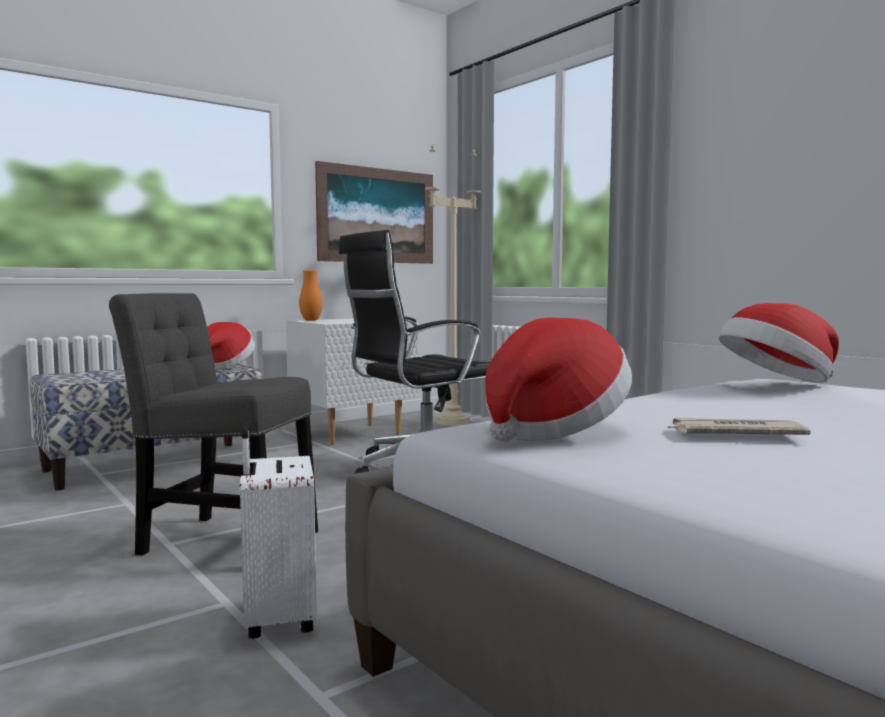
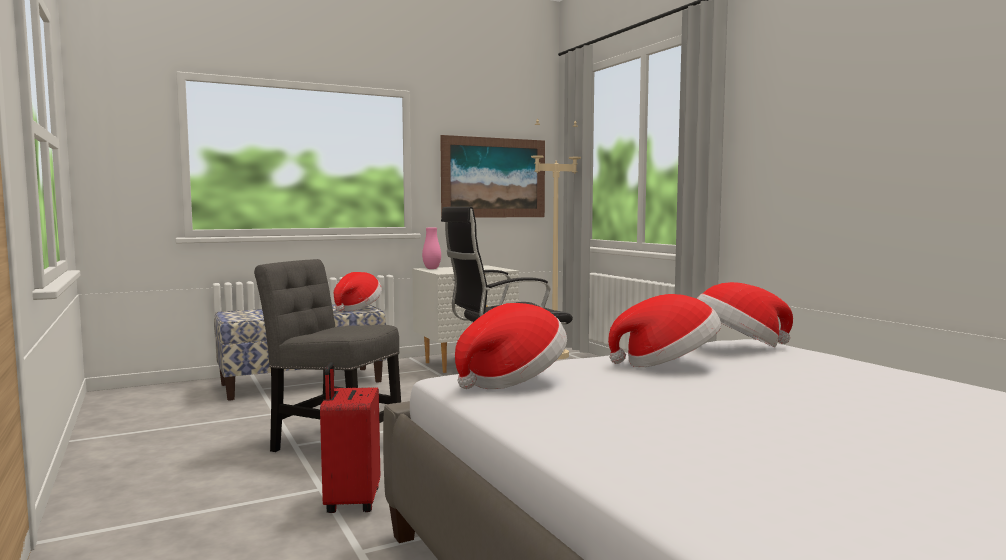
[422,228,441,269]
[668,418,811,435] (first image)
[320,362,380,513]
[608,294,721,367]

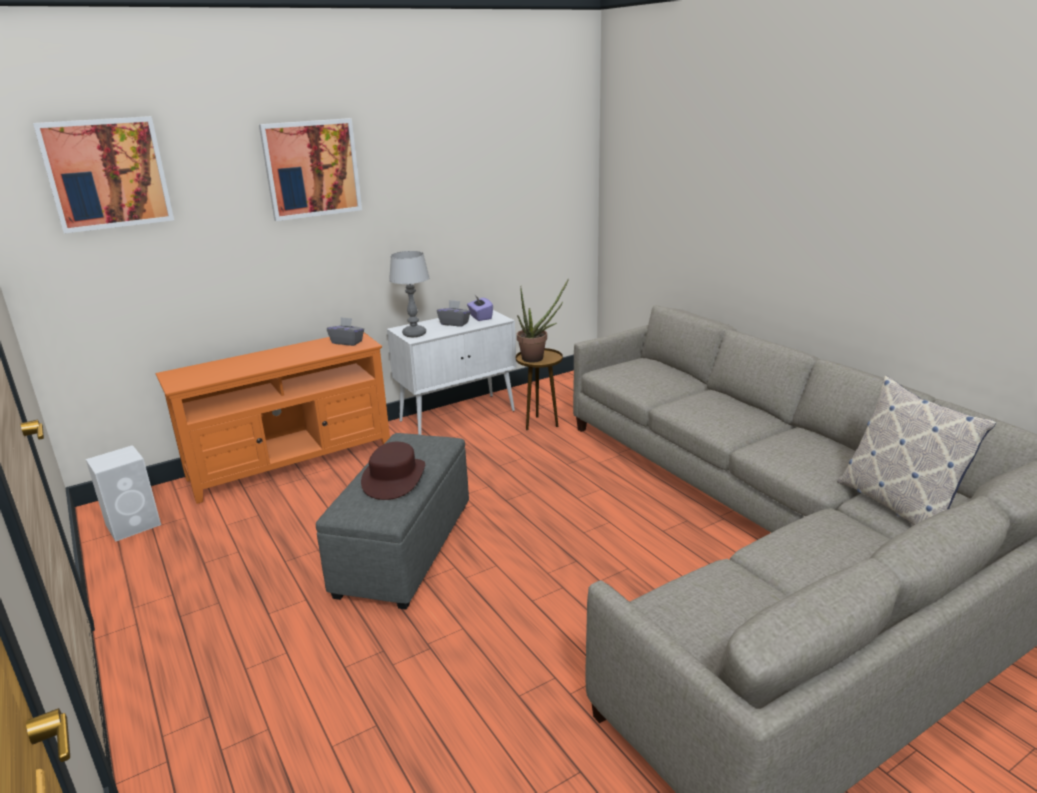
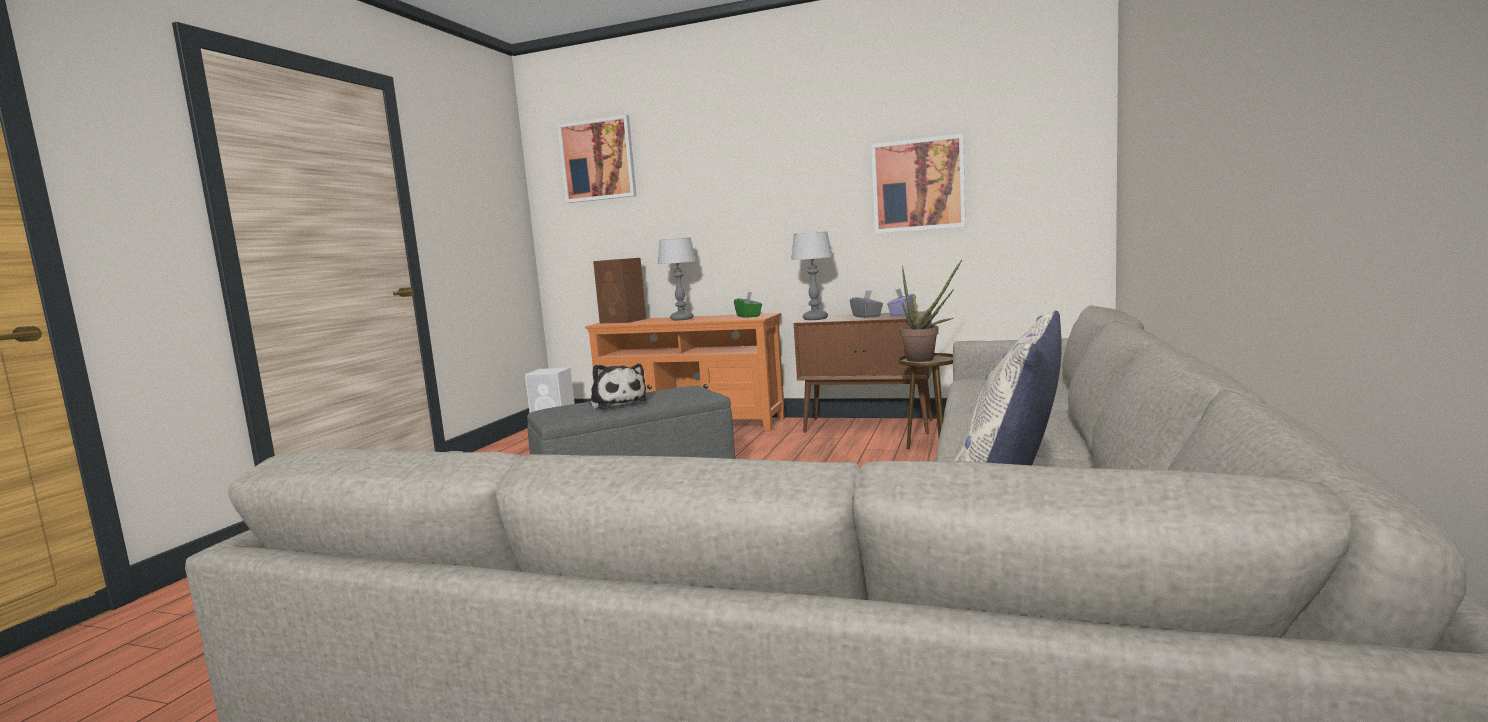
[871,134,966,233]
[794,311,933,434]
[734,292,762,318]
[589,364,647,409]
[658,238,696,320]
[593,258,646,323]

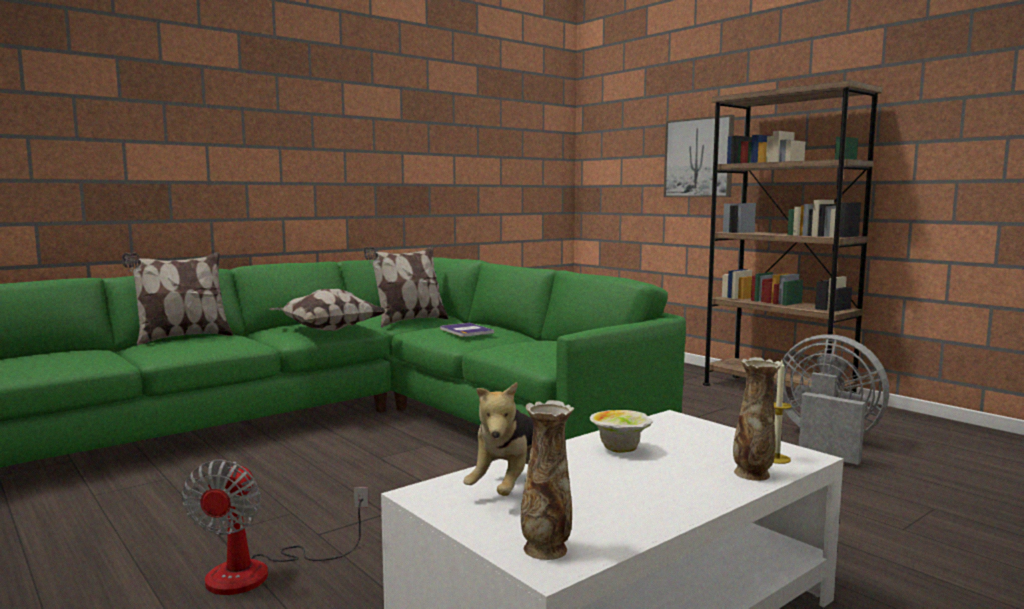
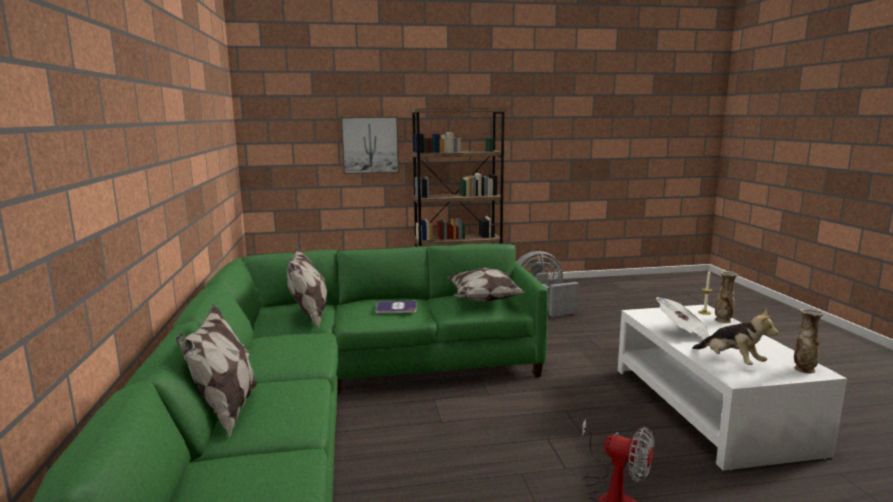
[447,267,526,302]
[656,297,710,338]

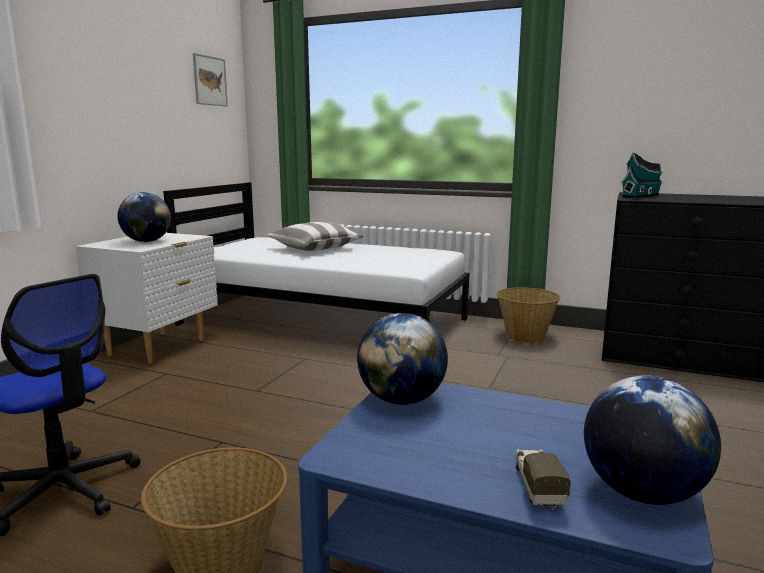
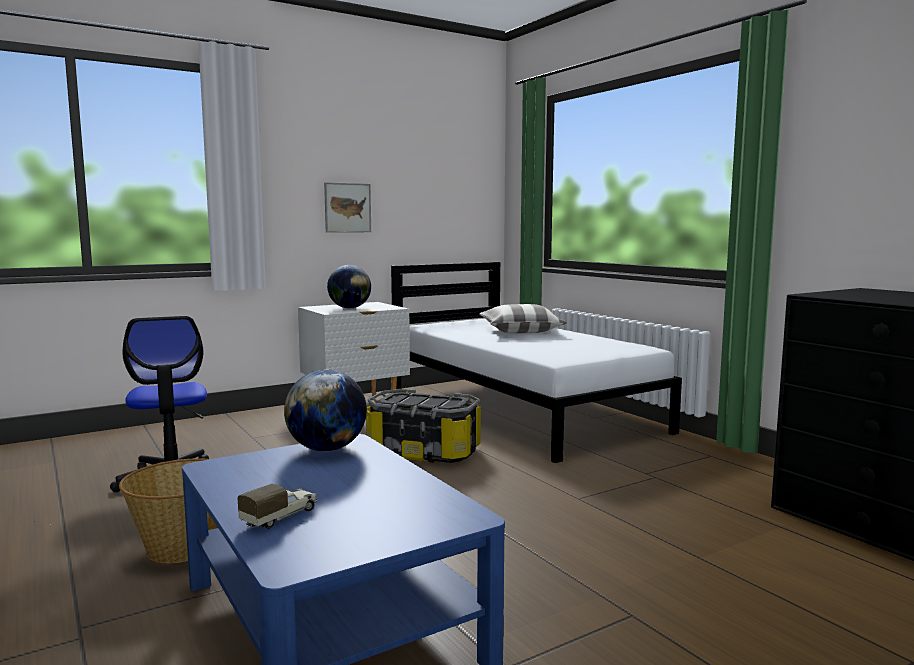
[324,182,371,233]
[621,152,663,198] (first image)
[496,287,561,344] (first image)
[584,375,721,505] (first image)
[366,389,481,463]

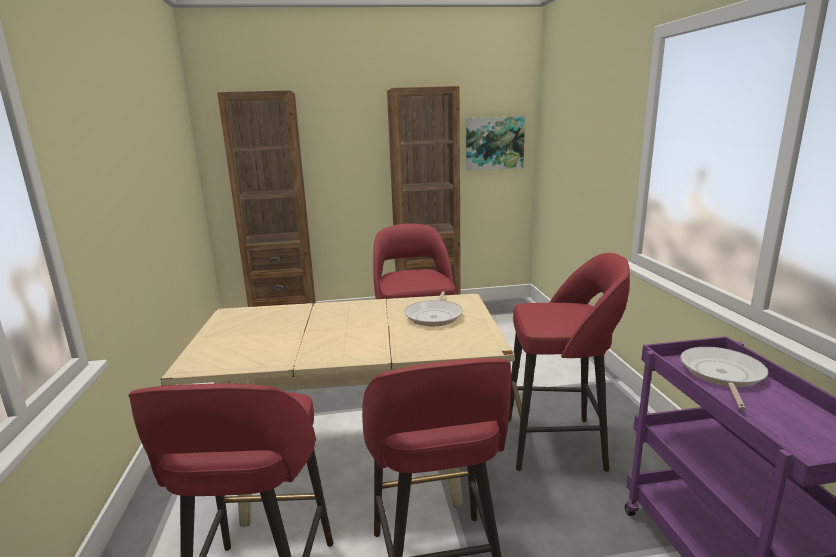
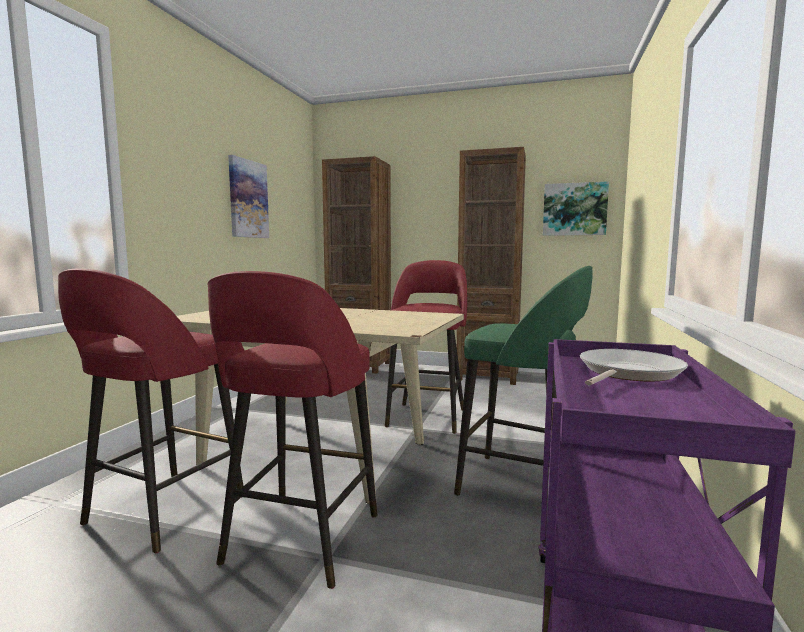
[454,266,593,496]
[404,291,463,326] (first image)
[228,155,269,238]

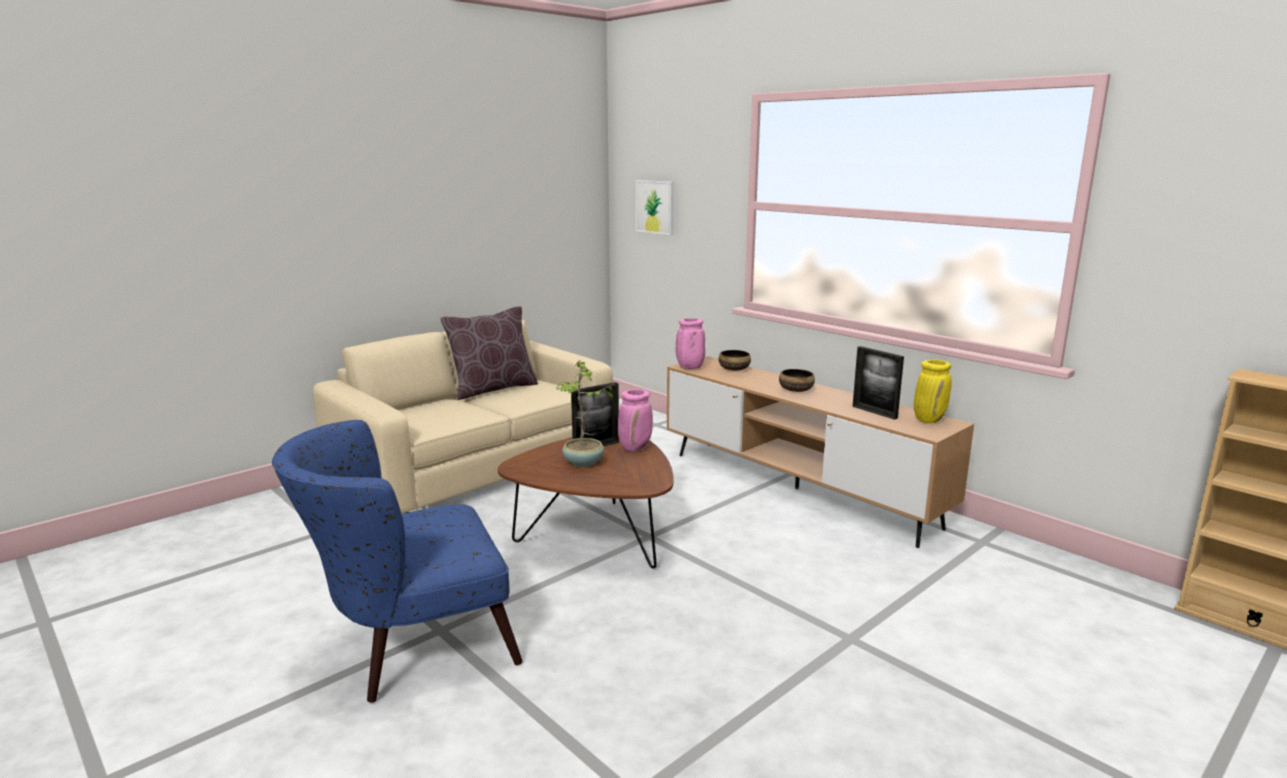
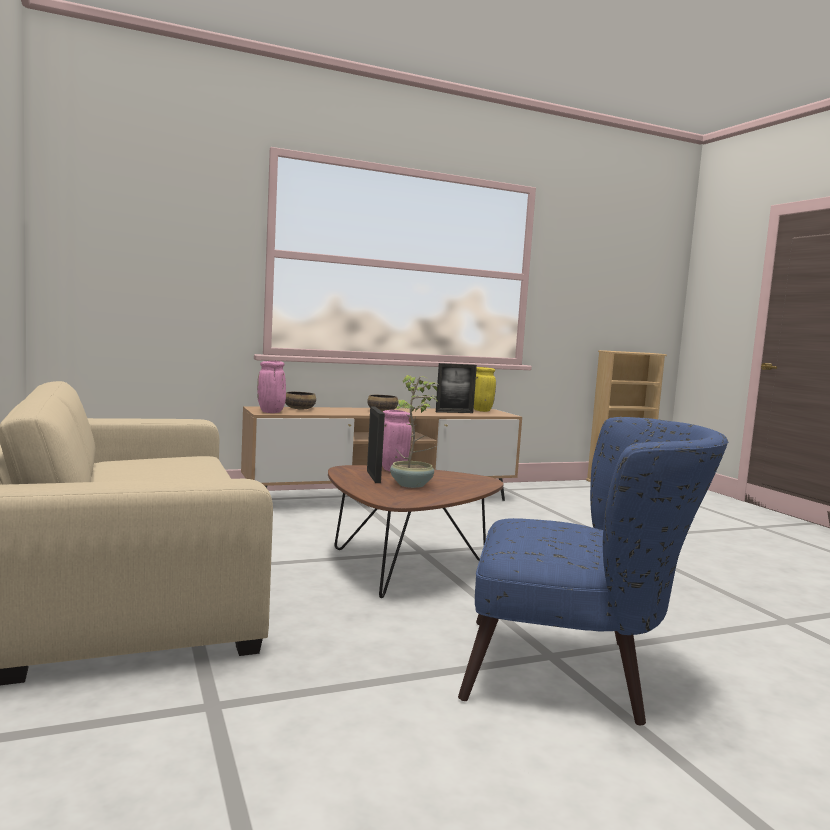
[636,180,674,235] (first image)
[440,306,538,400] (first image)
[458,417,728,725]

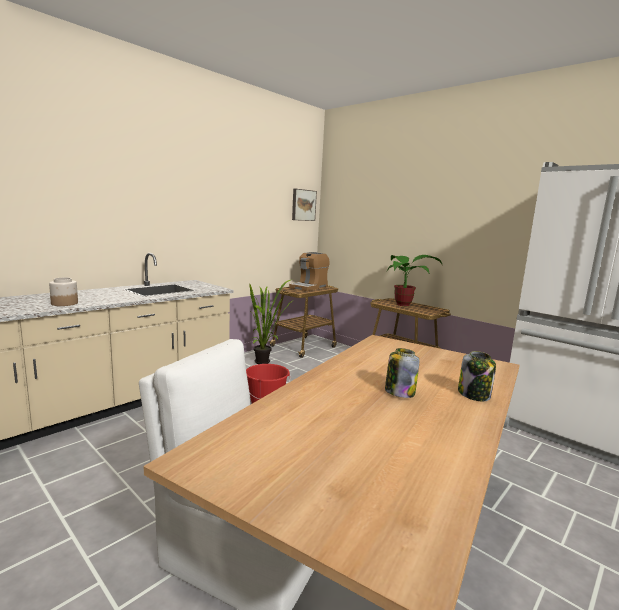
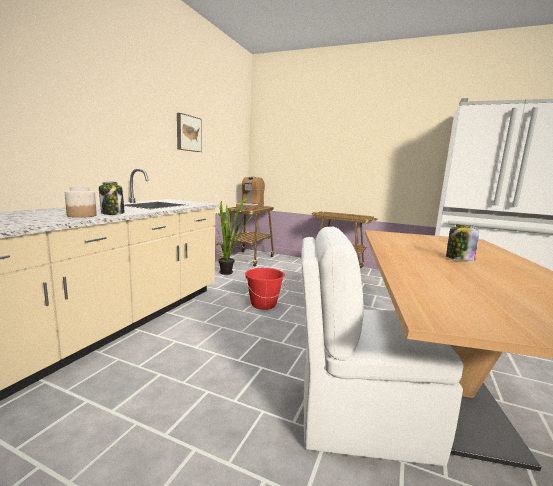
[177,113,202,152]
[387,255,442,306] (first image)
[99,182,124,215]

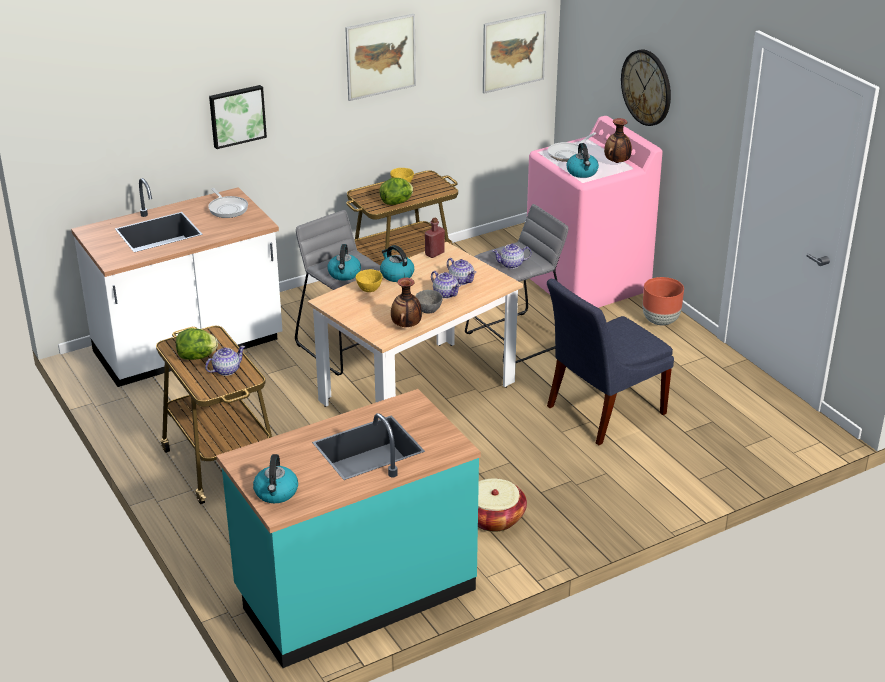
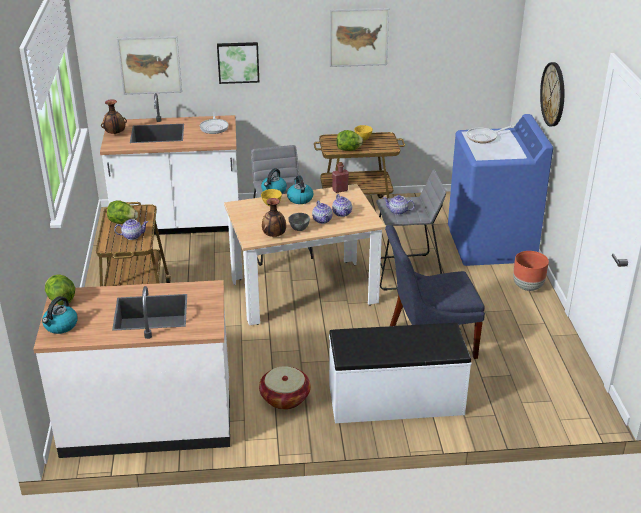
[117,36,182,95]
[448,114,553,266]
[101,99,127,134]
[566,143,599,178] (first image)
[33,280,230,458]
[45,274,75,305]
[329,323,471,423]

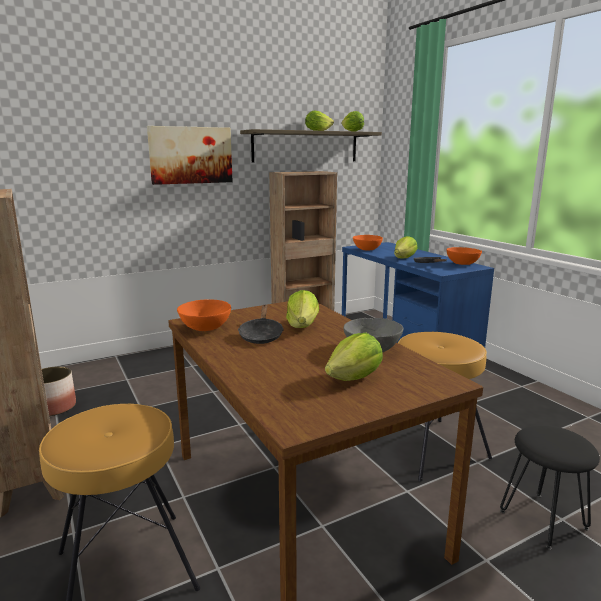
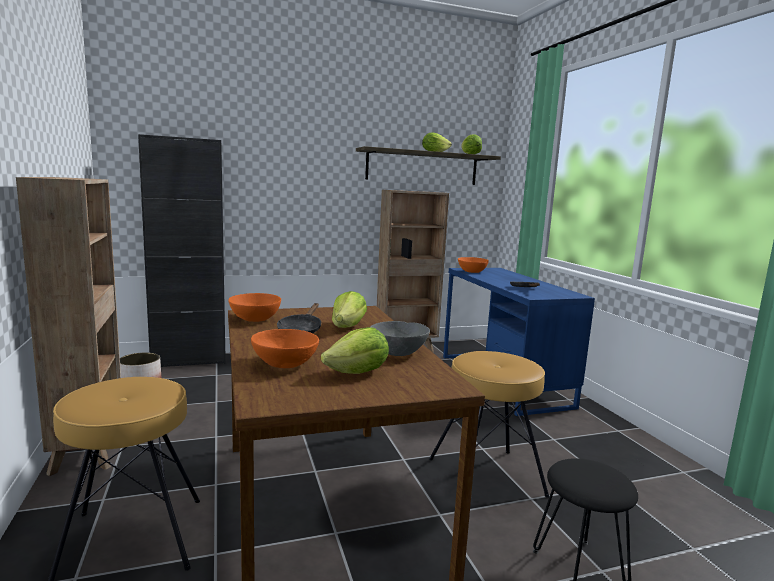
[147,126,233,185] (first image)
[394,236,418,259] (first image)
[251,329,319,368]
[138,134,226,367]

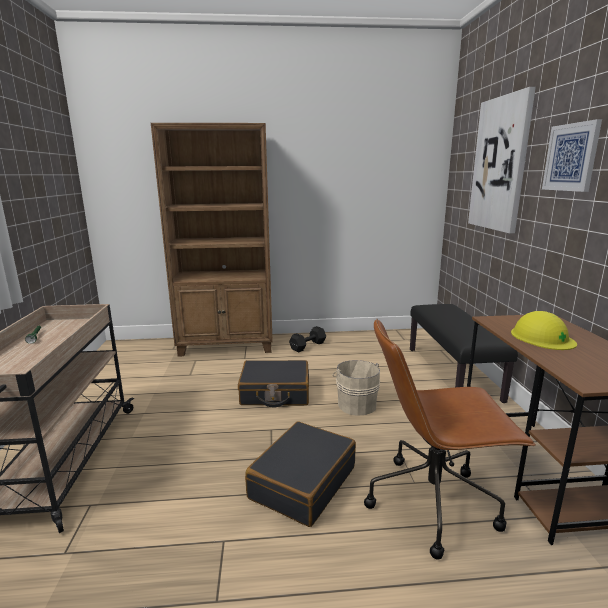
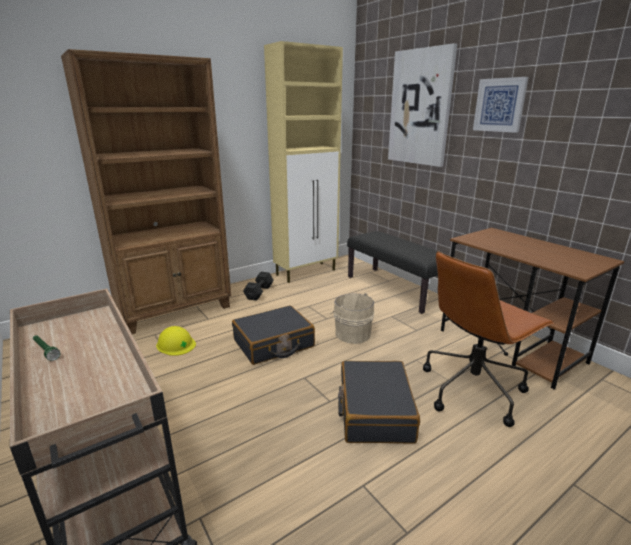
[156,326,196,356]
[264,41,343,283]

